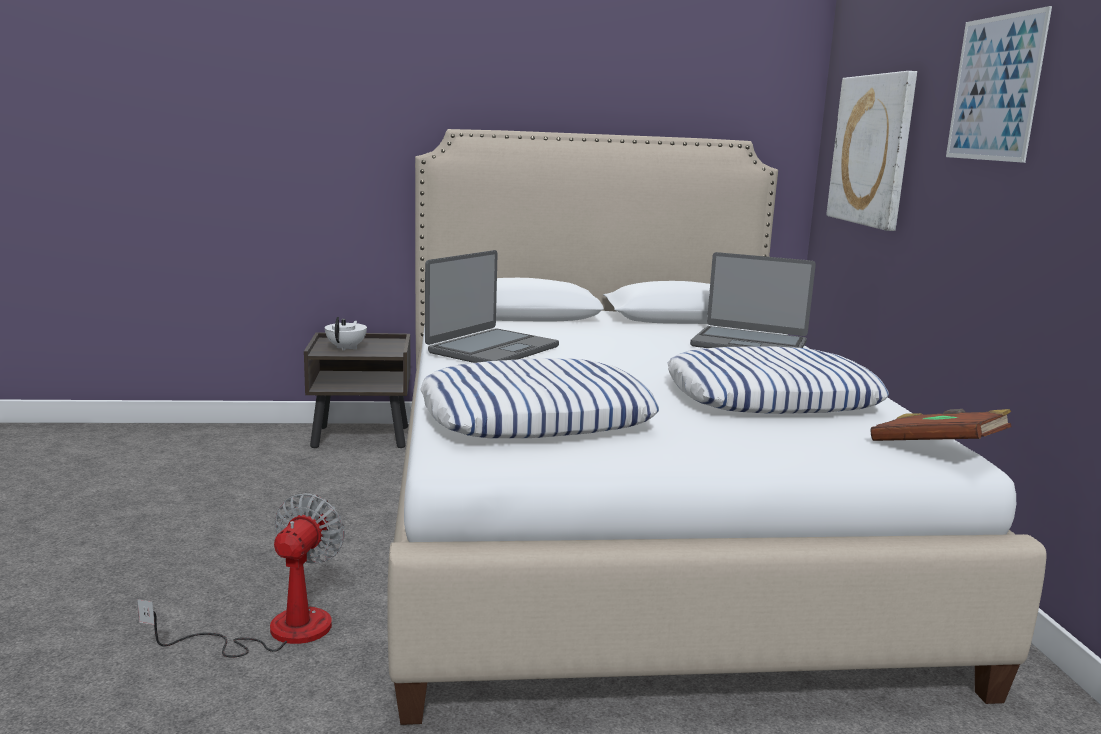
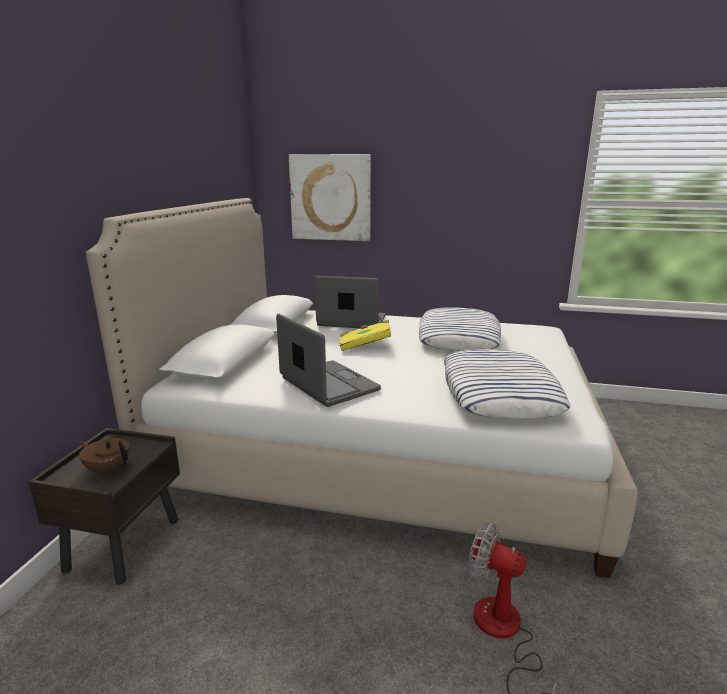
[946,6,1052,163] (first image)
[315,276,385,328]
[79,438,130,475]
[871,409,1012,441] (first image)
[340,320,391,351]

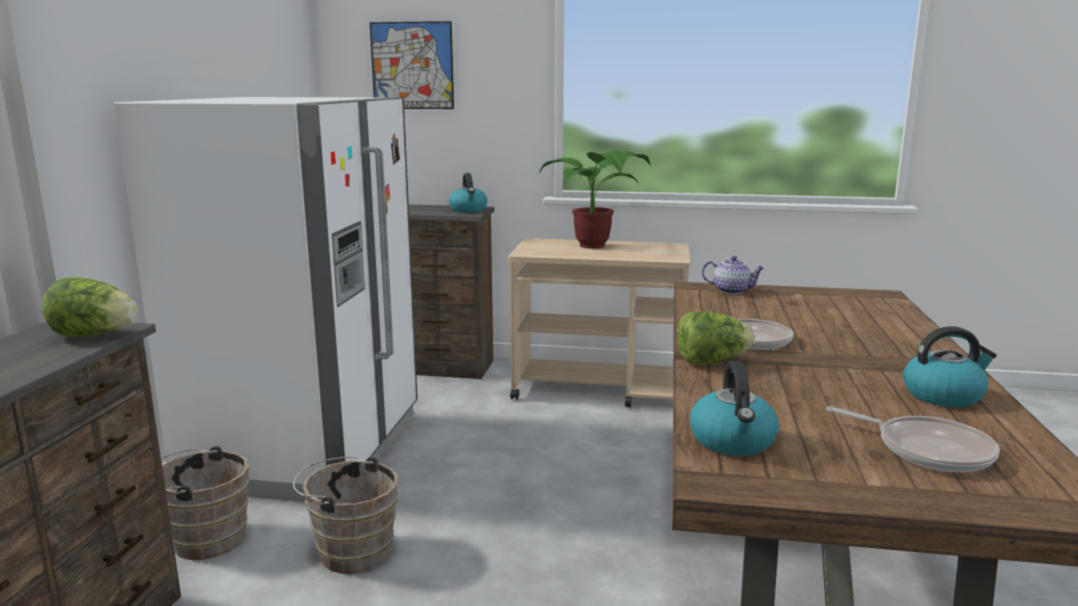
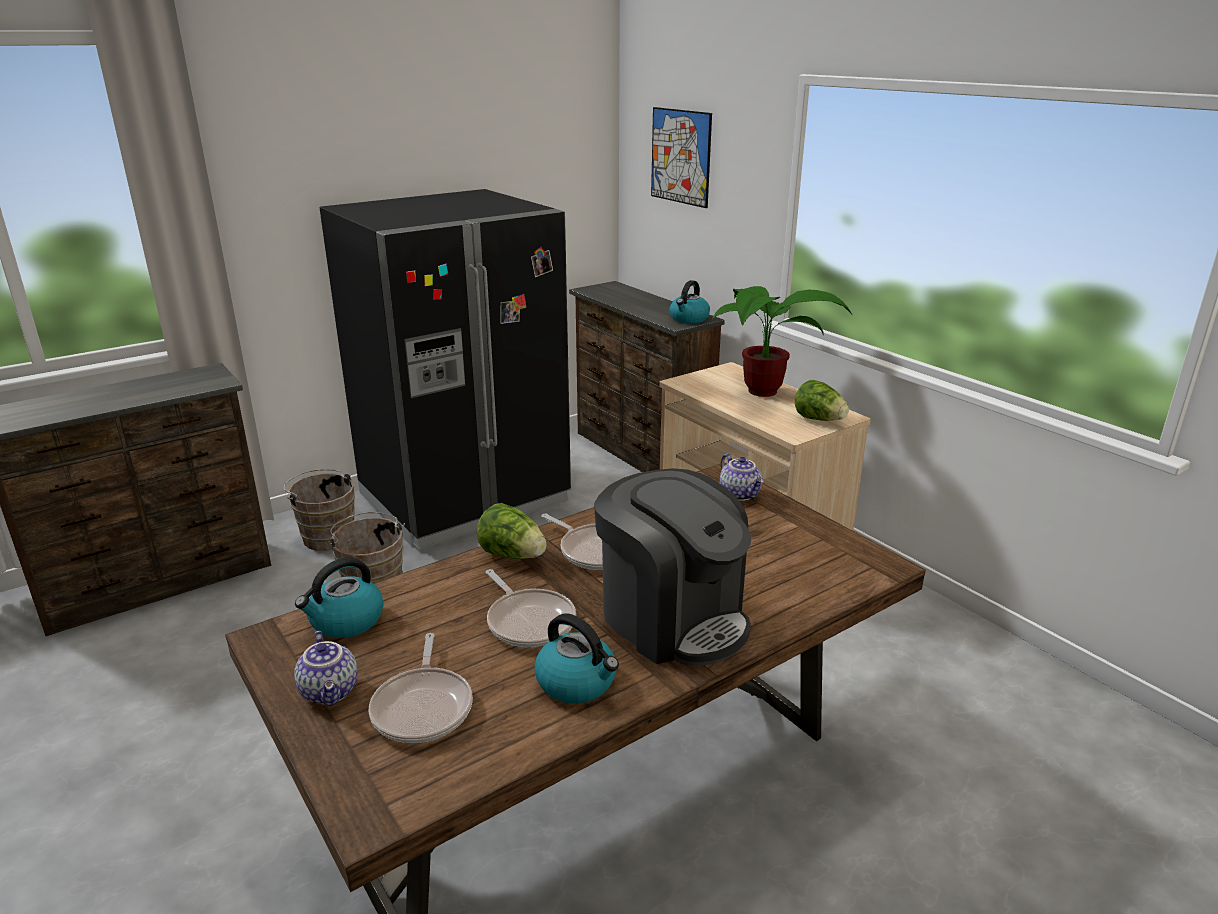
[319,189,571,550]
[795,380,849,421]
[594,468,751,666]
[486,569,576,647]
[294,631,358,706]

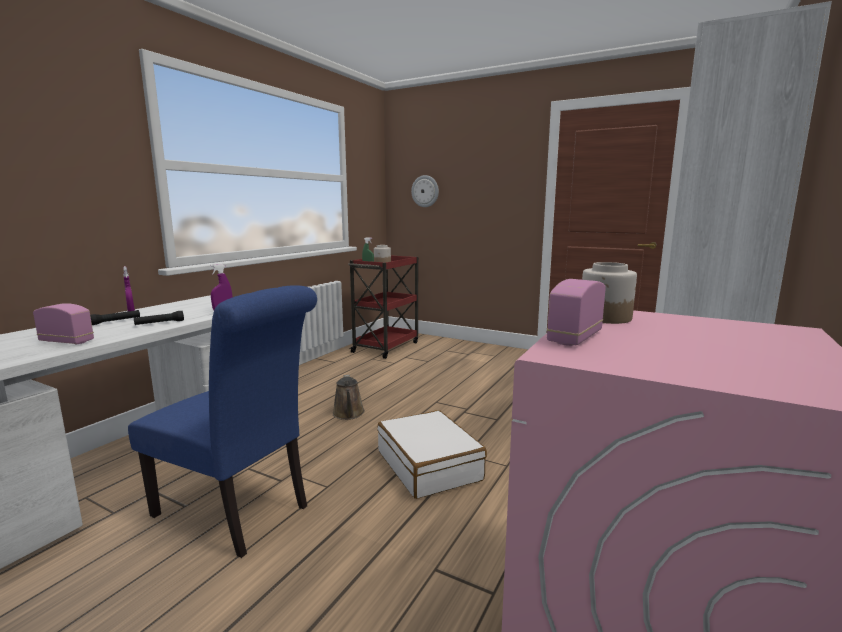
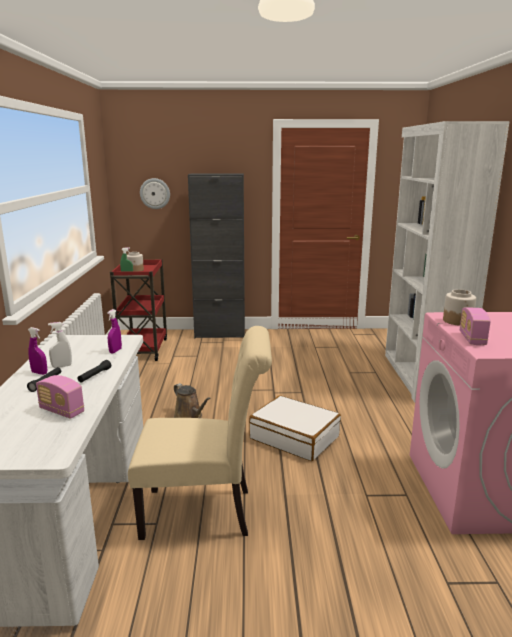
[128,326,272,540]
[36,375,84,419]
[188,173,245,338]
[48,322,72,368]

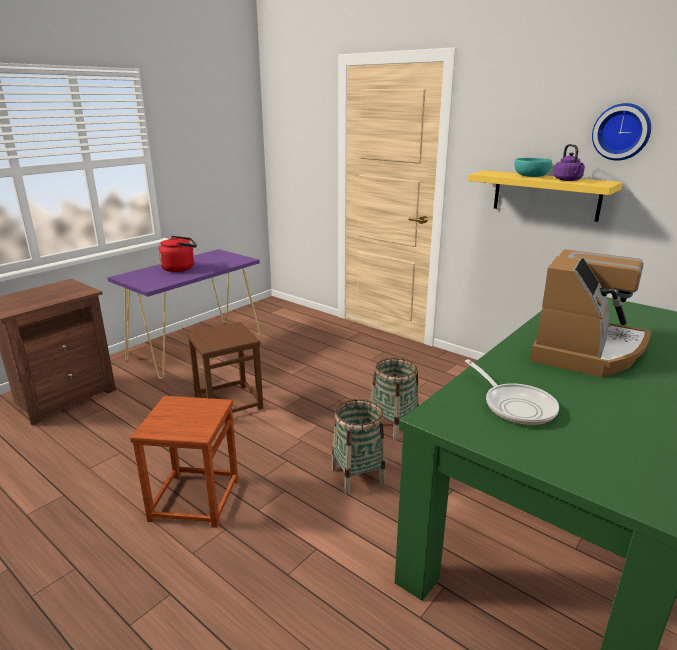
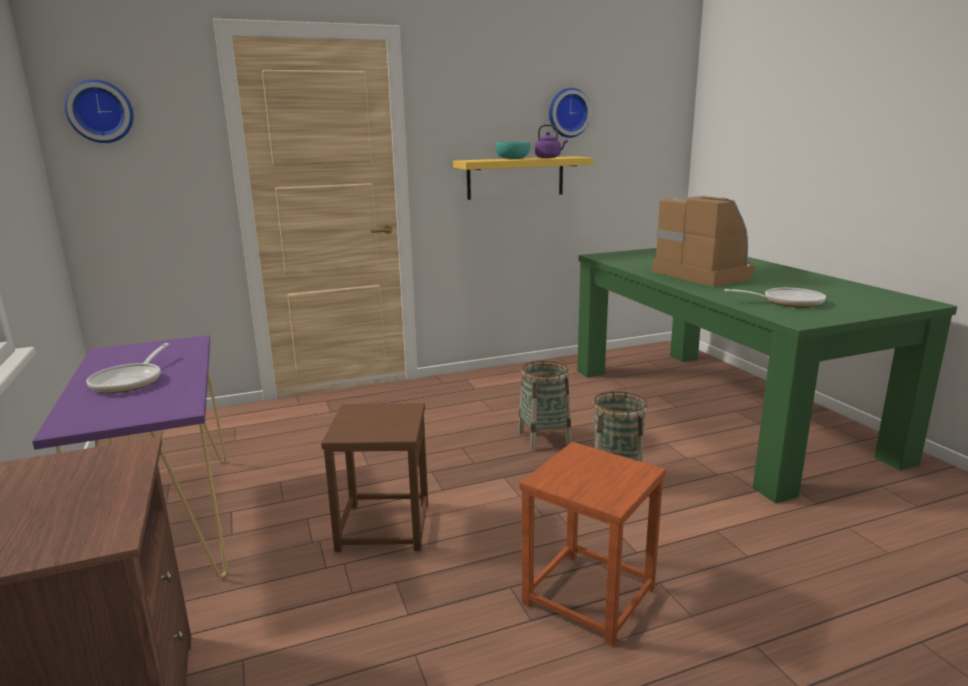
[86,343,169,393]
[65,79,134,143]

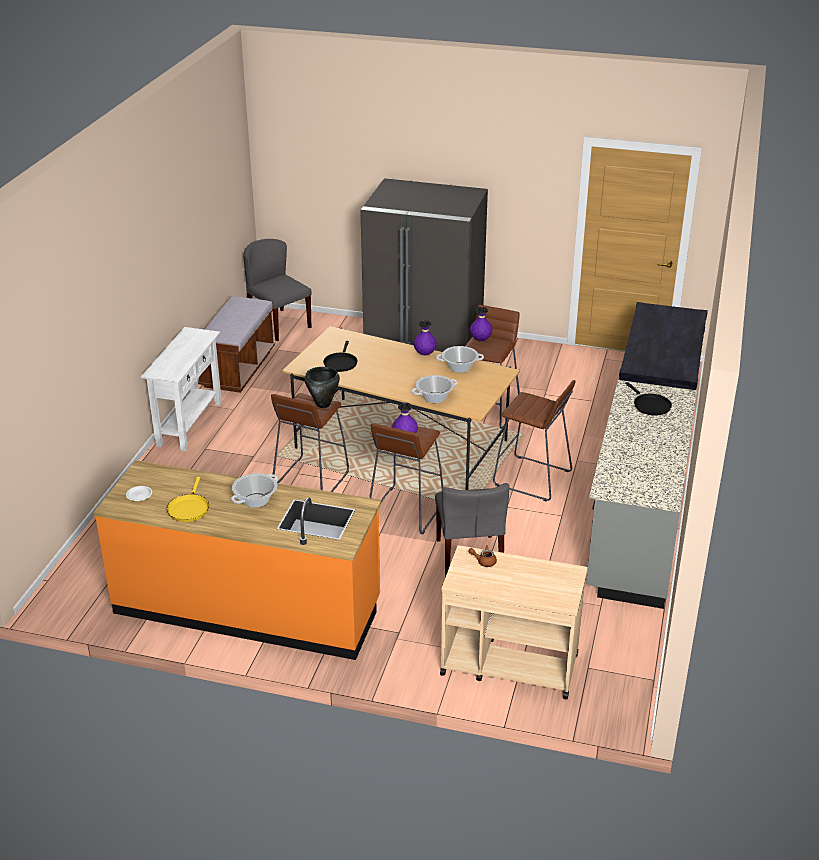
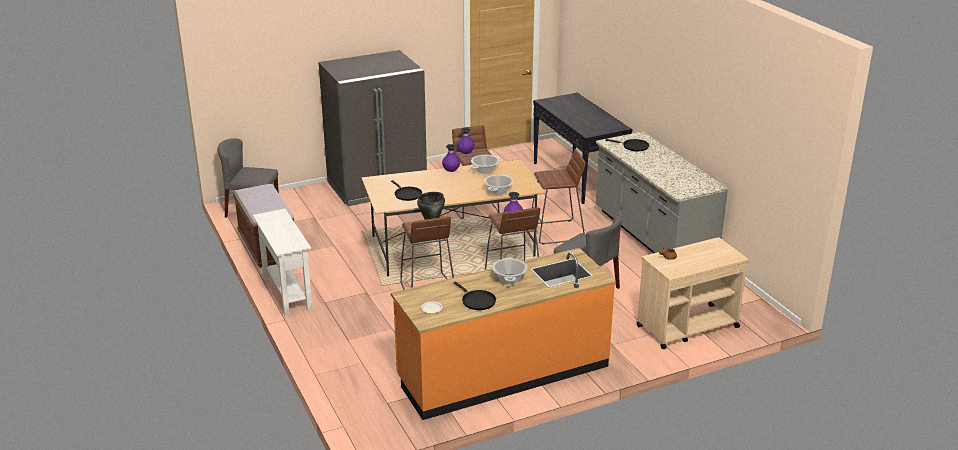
[453,281,496,310]

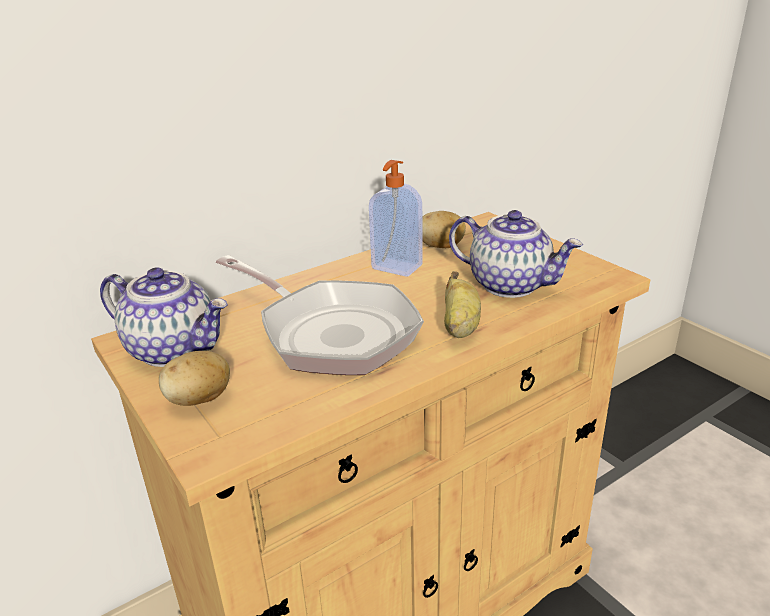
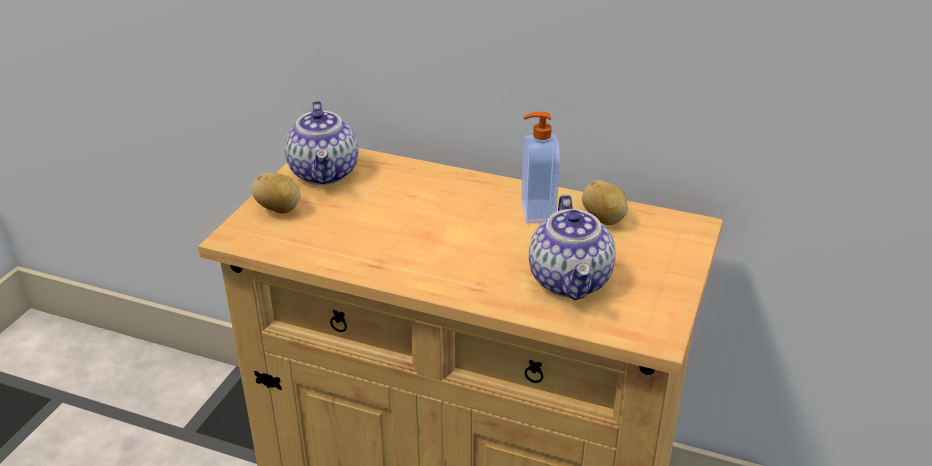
[216,255,424,375] (first image)
[444,271,481,338] (first image)

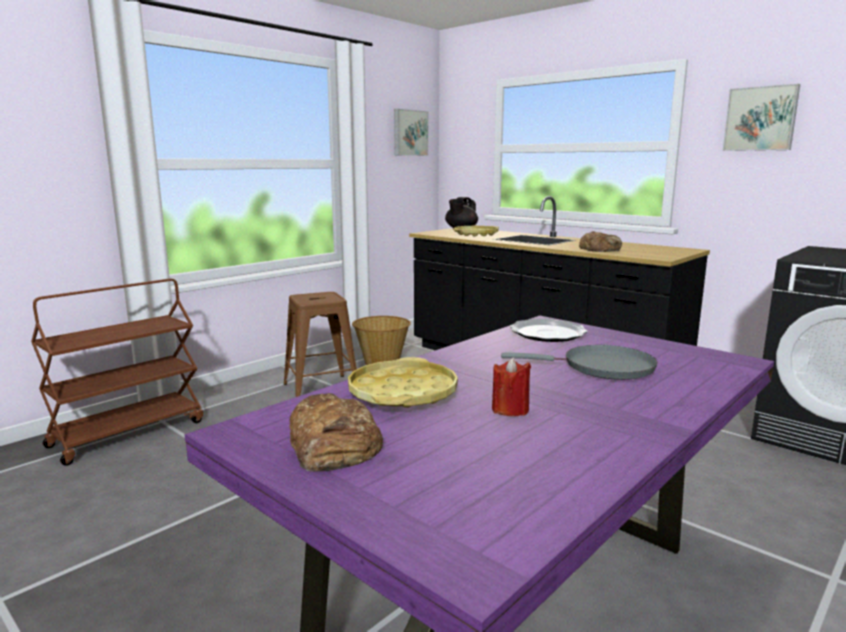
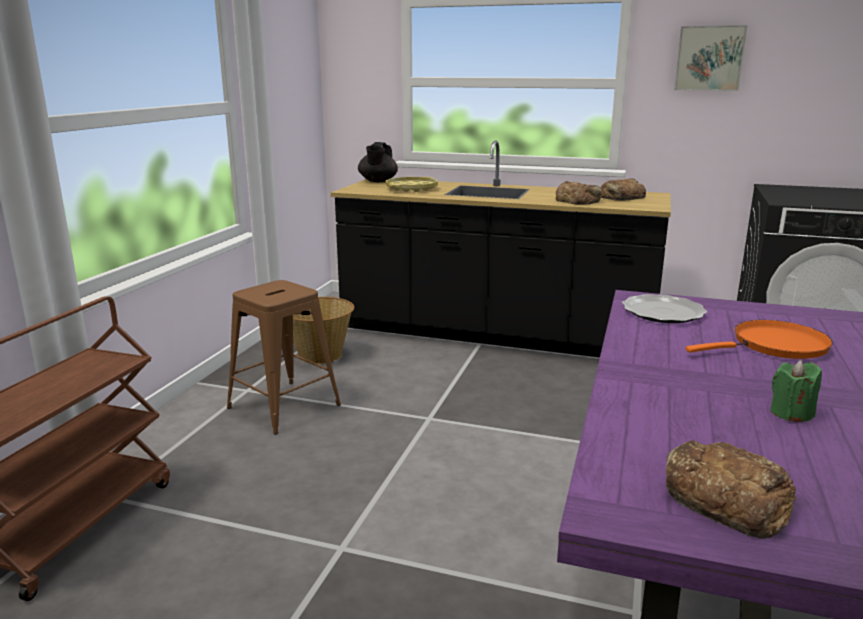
[394,109,428,156] (first image)
[685,320,833,359]
[348,357,458,408] (first image)
[770,360,822,422]
[600,178,646,201]

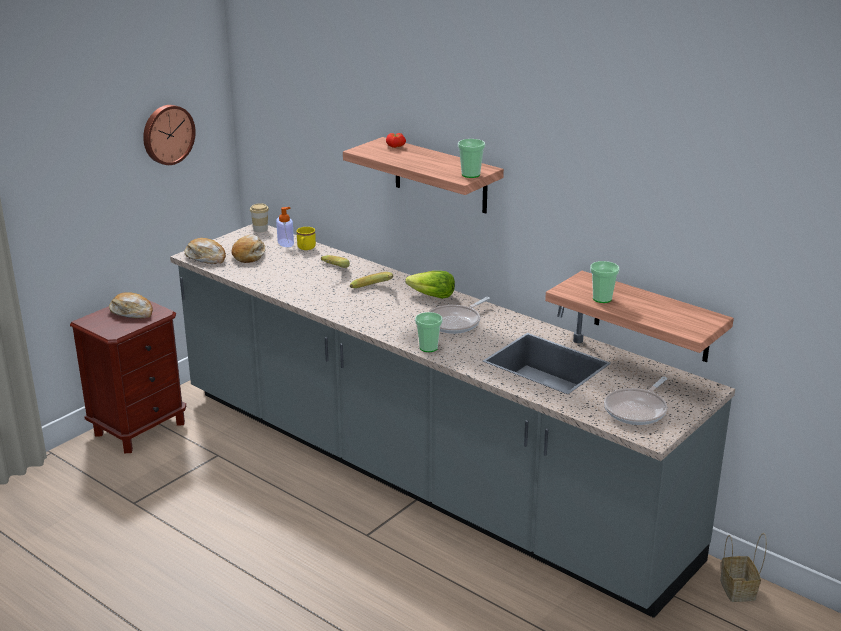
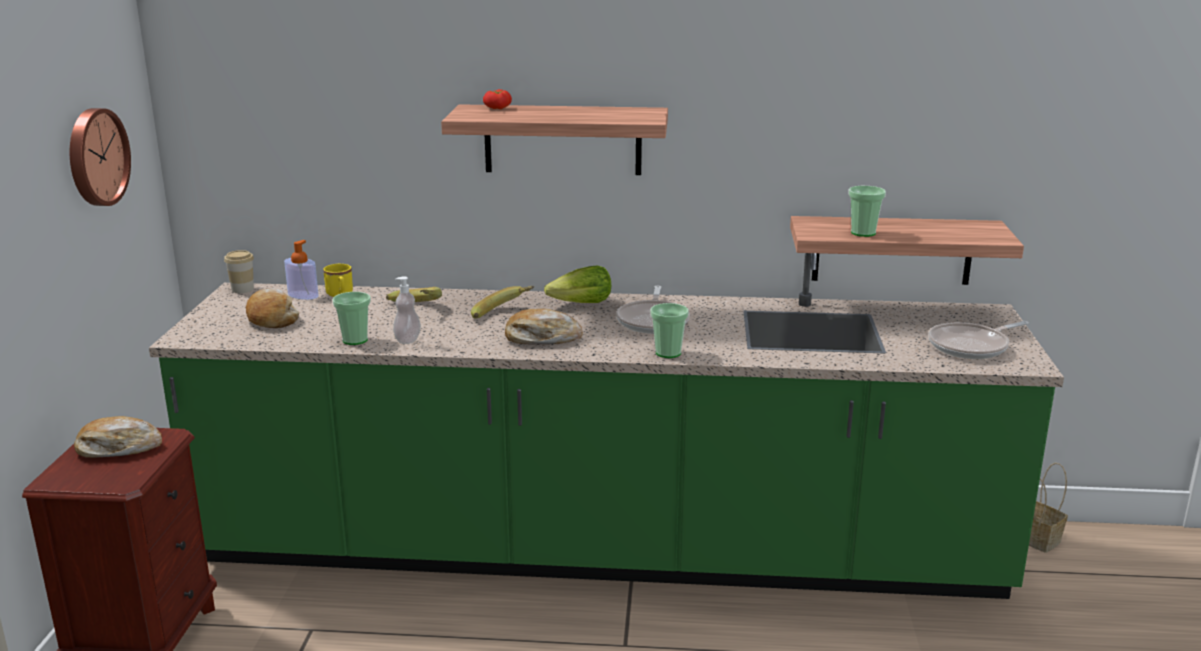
[332,292,371,345]
[149,253,1064,599]
[505,309,583,344]
[928,321,1029,359]
[393,276,421,344]

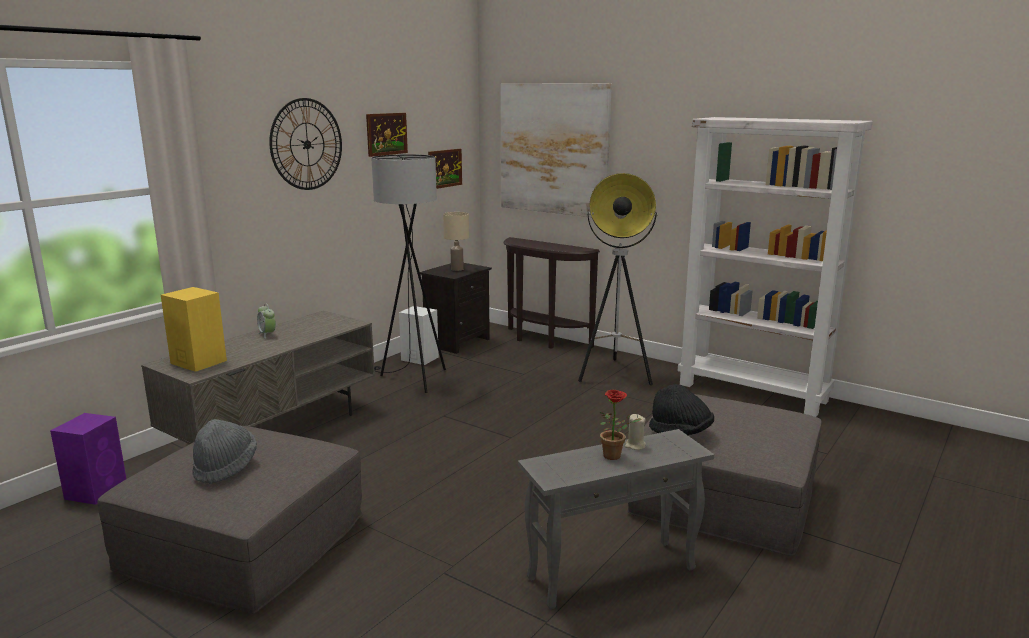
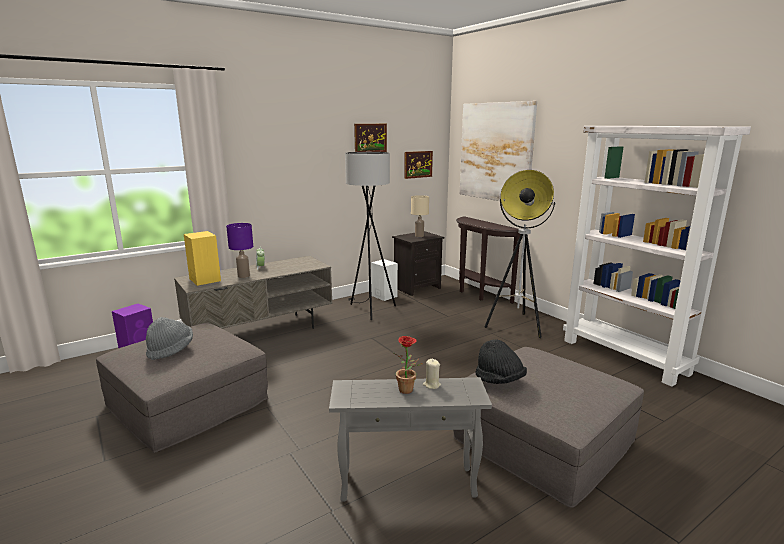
[269,98,342,190] (first image)
[226,223,253,278]

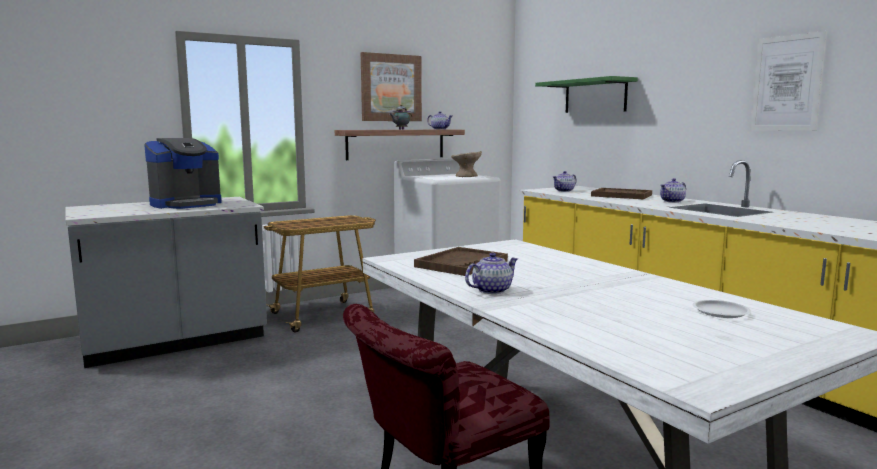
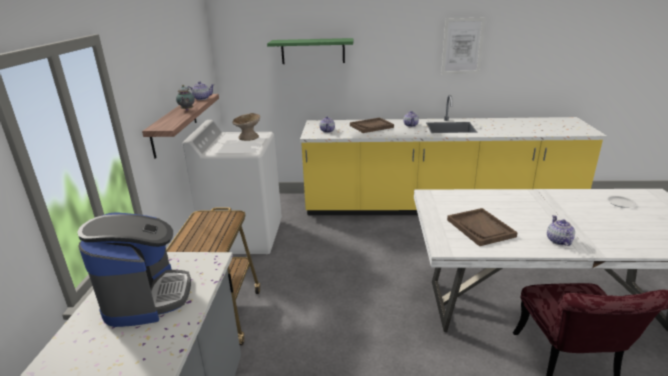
[361,52,422,121] (first image)

